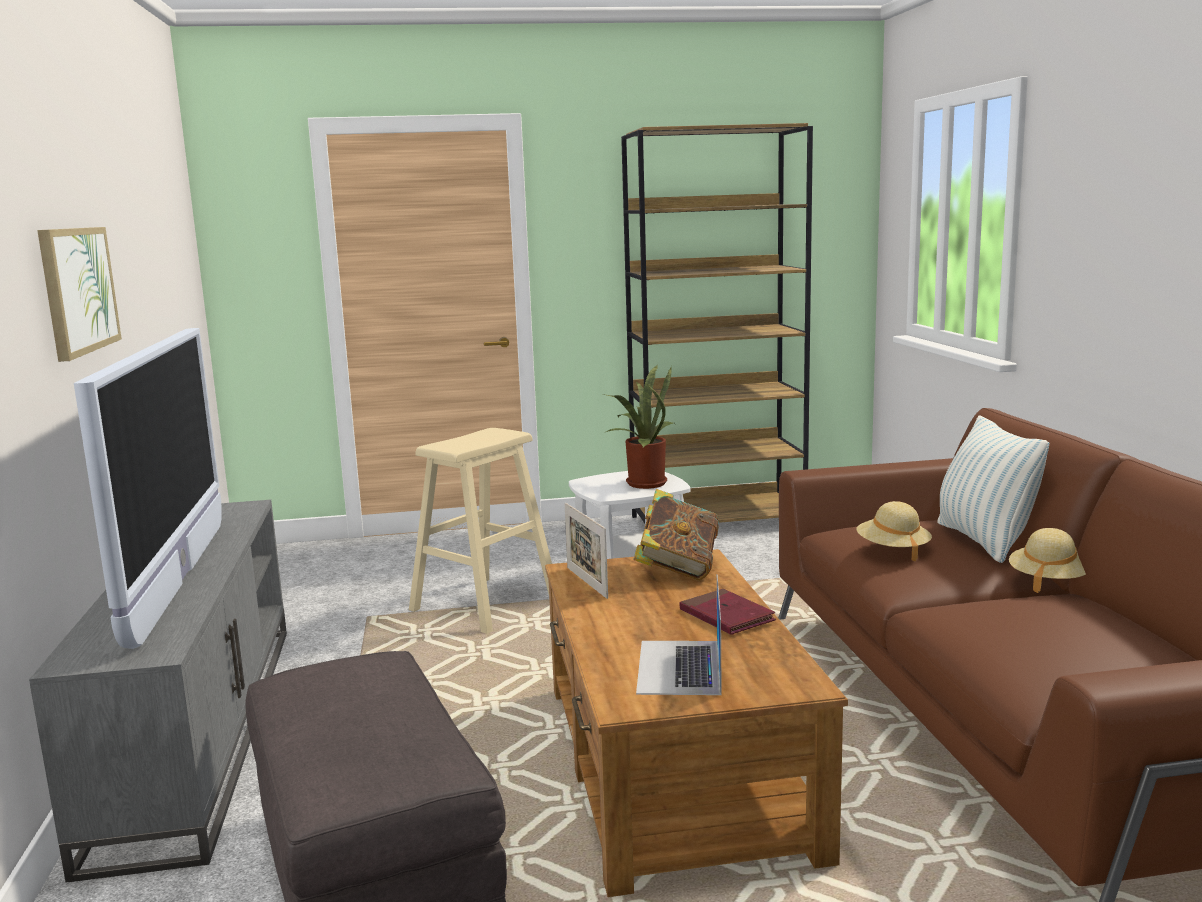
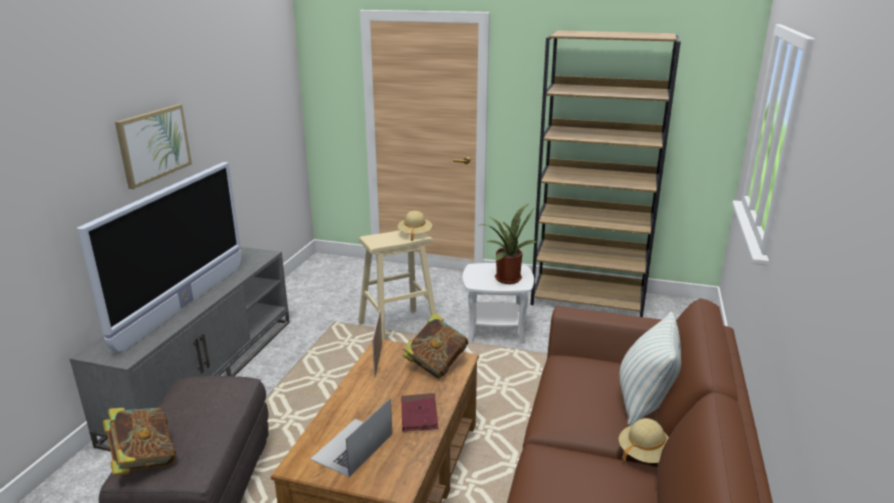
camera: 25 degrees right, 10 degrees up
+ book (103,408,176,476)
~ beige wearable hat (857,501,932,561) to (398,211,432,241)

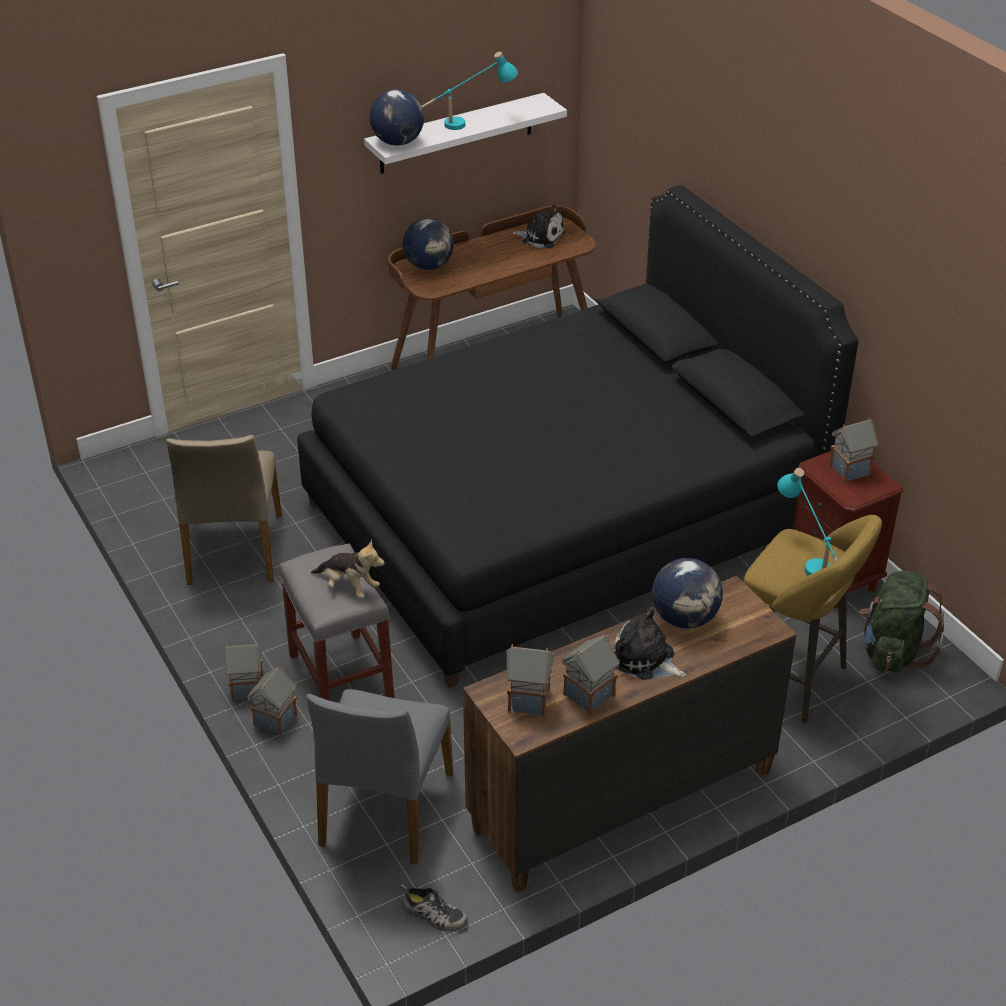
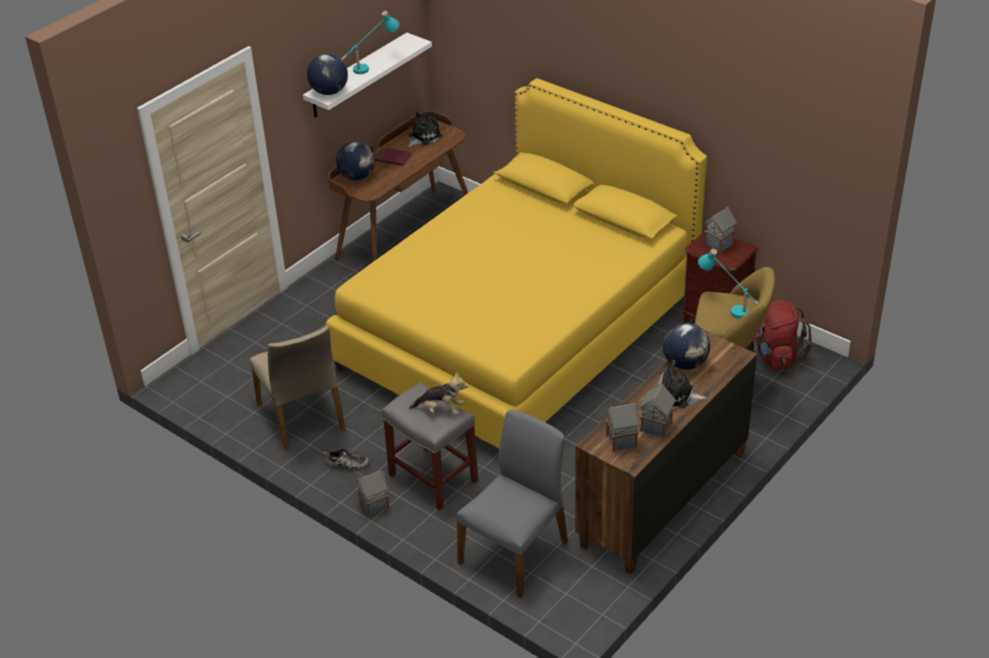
camera: 20 degrees left, 0 degrees up
~ low shoe (400,884,468,932) to (323,449,369,471)
~ blackish sleeping bed (297,185,858,688) to yellow sleeping bed (326,78,707,448)
+ red book (375,148,411,166)
~ soft toy (512,204,565,248) = (408,112,442,147) 45 degrees counterclockwise
~ greyish upright chair (306,689,453,865) = (457,410,568,598) 135 degrees counterclockwise
~ green knapsack (859,571,944,673) to red knapsack (755,300,813,370)
- toy house (247,667,298,736)

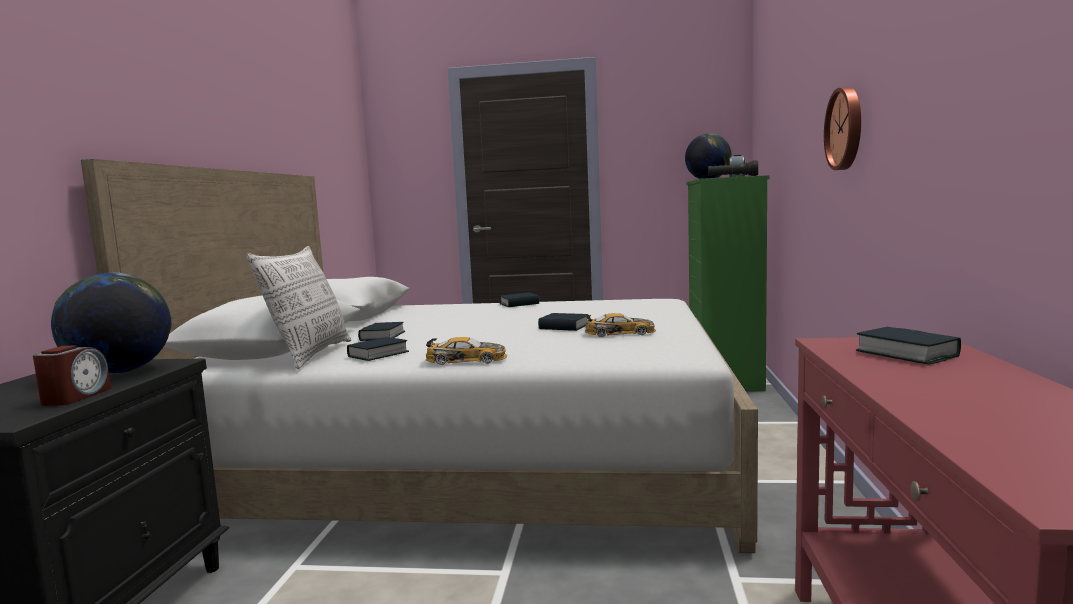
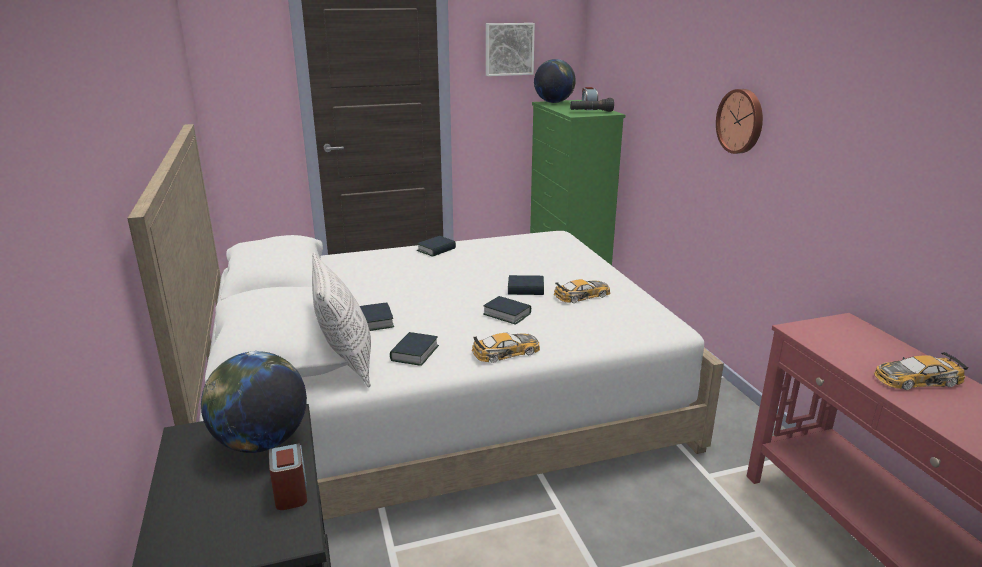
camera: 25 degrees left, 15 degrees up
~ book (856,327,961,365) to (483,296,531,325)
+ wall picture (486,23,535,76)
+ miniature car (874,352,969,390)

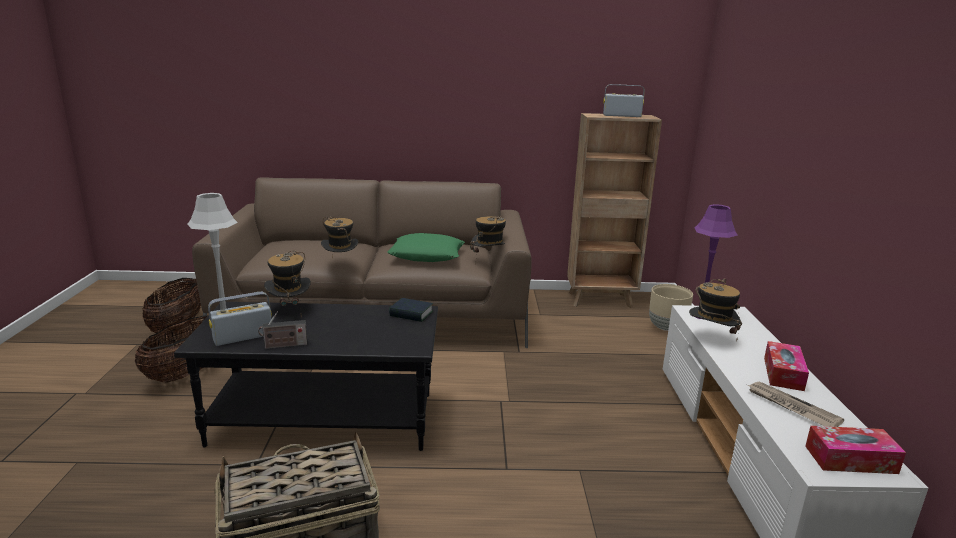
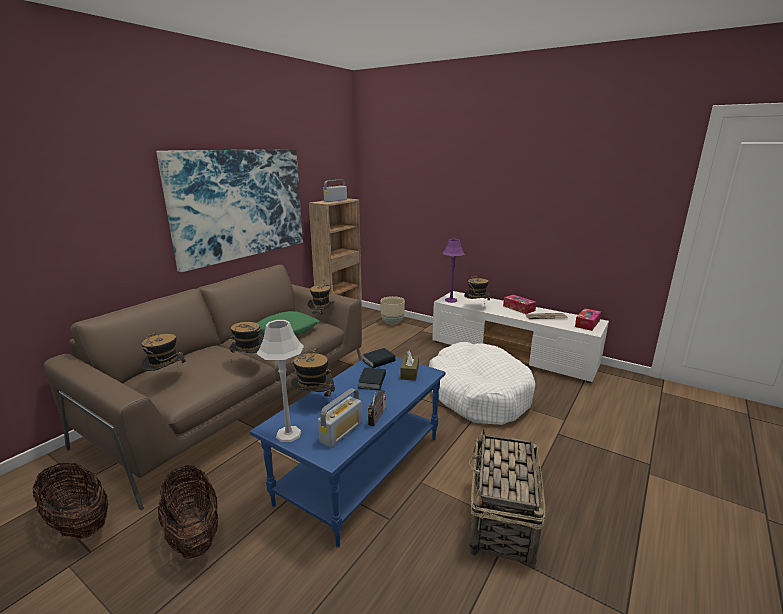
camera: 55 degrees left, 0 degrees up
+ wearable hat (142,332,186,371)
+ wall picture (156,149,303,272)
~ blackish coffee table (174,302,438,451) to blue-coloured coffee table (250,357,446,547)
~ radio set (208,292,272,346) = (318,388,362,447) 150 degrees counterclockwise
+ book (358,368,386,391)
+ brown-coloured box of tissues (400,350,419,381)
+ white-coloured dog cushion (429,342,535,425)

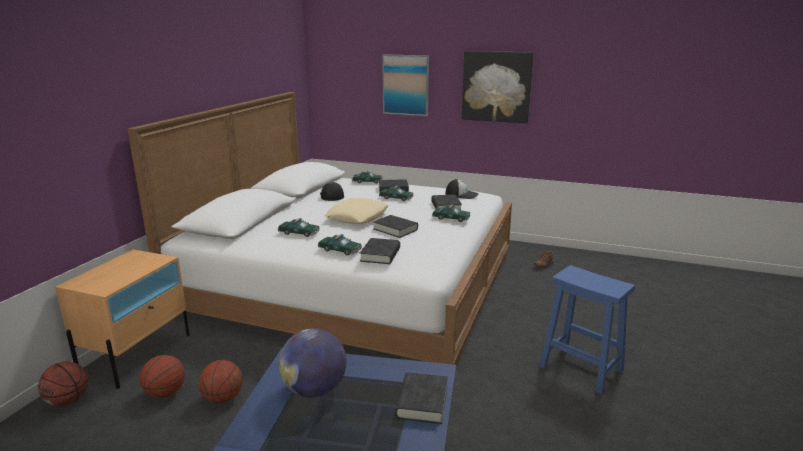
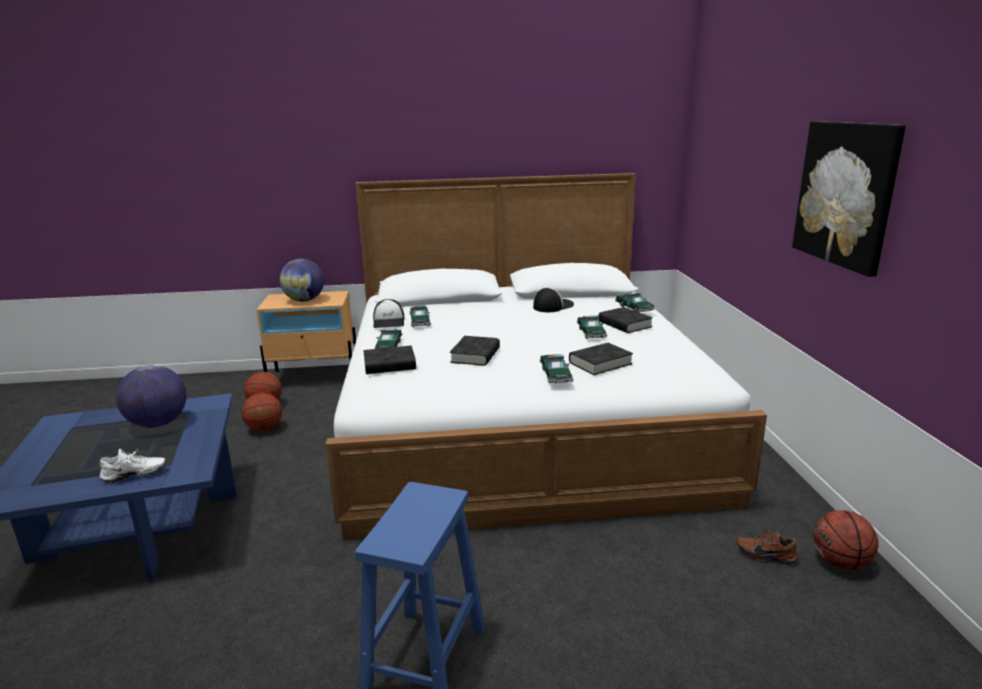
camera: 65 degrees right, 0 degrees up
~ blackish book (395,372,448,424) to white-coloured low shoe (100,449,165,483)
+ world globe (280,259,324,301)
~ cap (445,179,479,199) to (373,299,405,328)
~ basketball (38,361,89,406) to (813,510,879,570)
- beige pillow (325,198,389,224)
- wall picture (382,54,429,116)

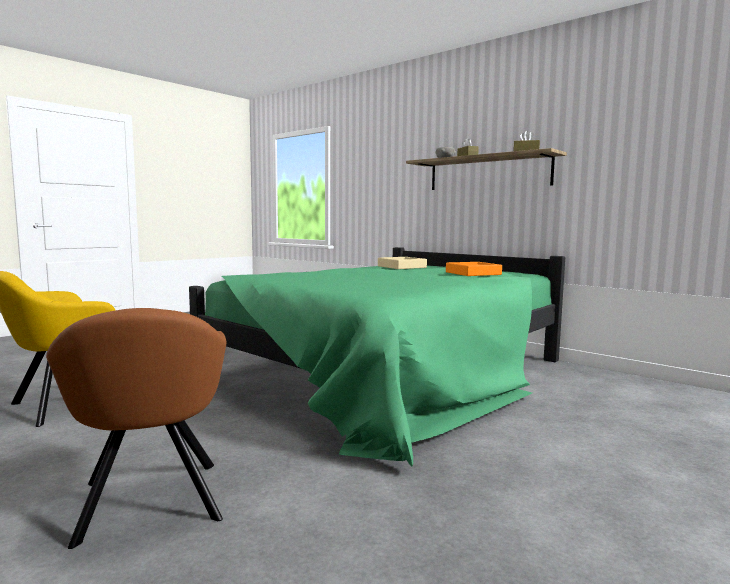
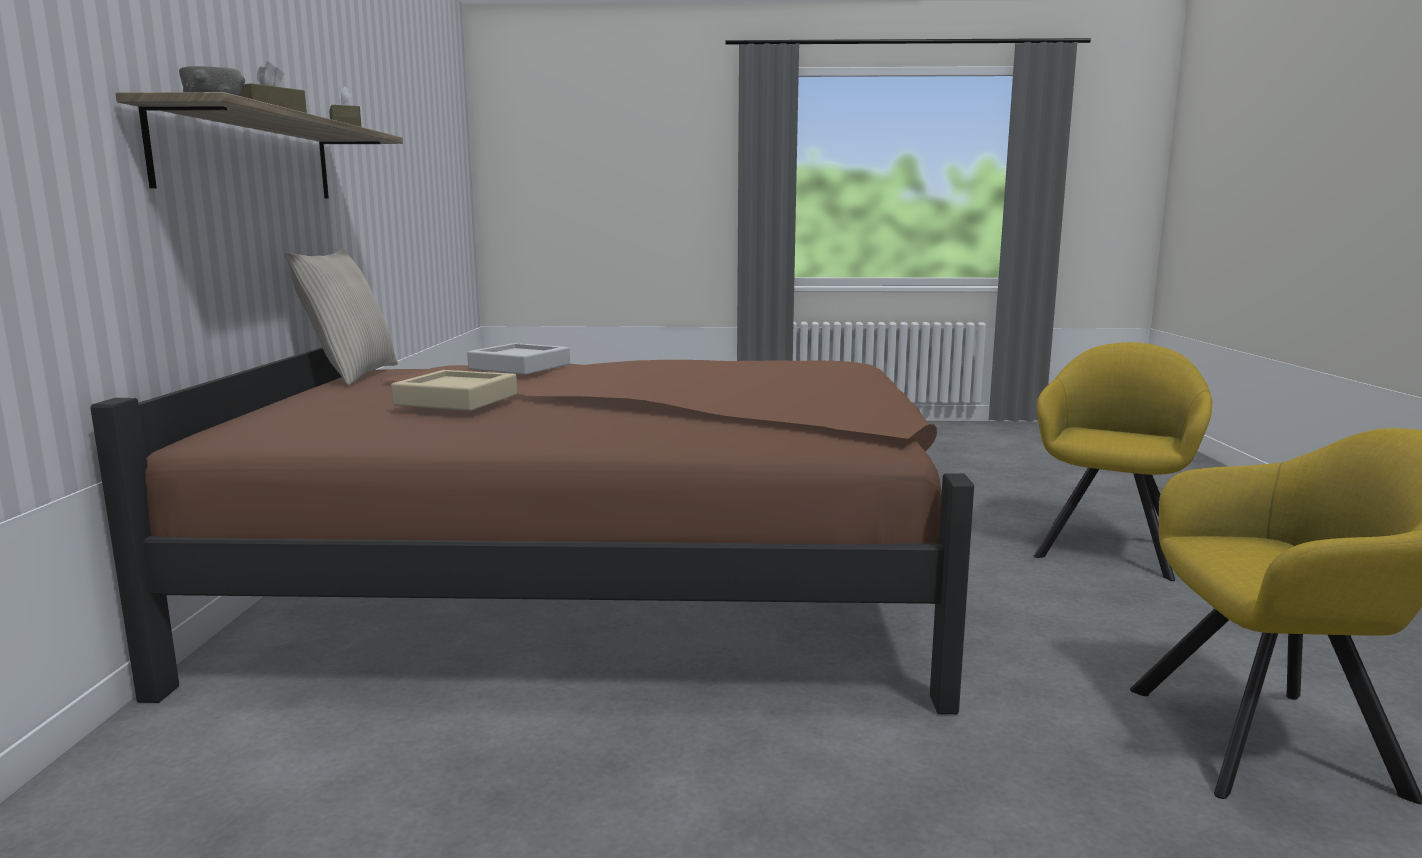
camera: 130 degrees left, 5 degrees up
~ green sleeping bed (189,247,565,466) to brown-coloured sleeping bed (90,347,974,714)
+ beige pillow (285,248,398,385)
~ orange tray (446,262,502,276) to greyish tray (467,343,570,375)
~ brown-coloured easy chair (46,308,226,549) to yellow easy chair (1034,342,1212,581)

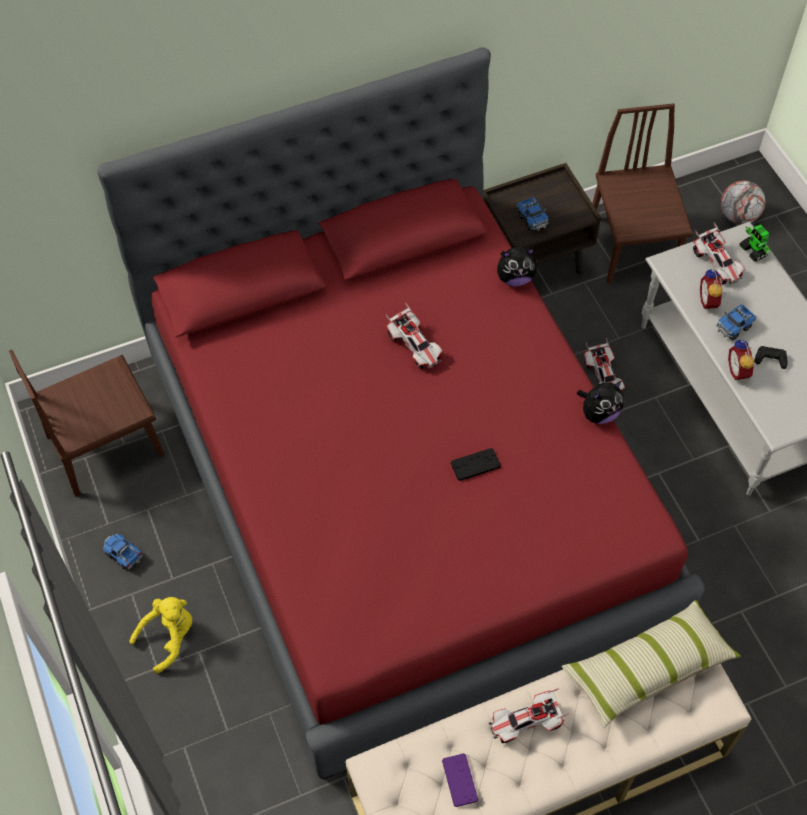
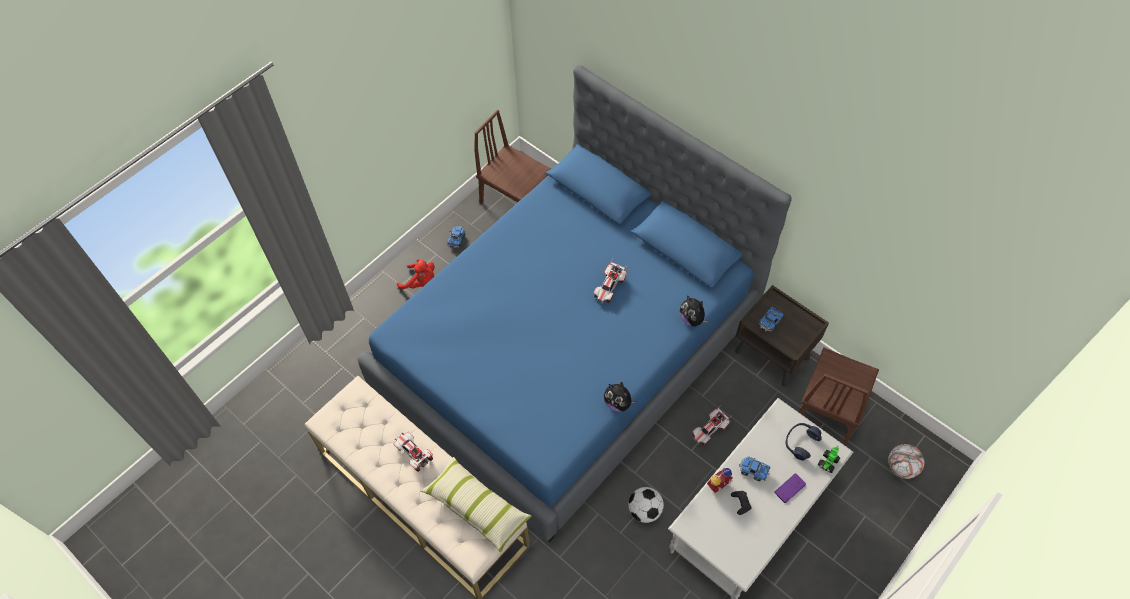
camera: 65 degrees right, 0 degrees up
~ red sleeping bed (97,47,704,779) to blue-coloured sleeping bed (357,65,792,542)
~ yellow soft toy (129,597,192,673) to red soft toy (397,259,435,289)
+ football (628,487,664,523)
~ purplish joypad (442,753,478,807) to (775,474,806,503)
~ miniature car (693,222,745,284) to blue-coloured headset (786,423,822,460)
~ brown-coloured upright chair (592,103,693,284) = (799,347,879,446) 150 degrees clockwise
- blackish joypad (451,448,501,481)
- table clock (700,269,726,311)

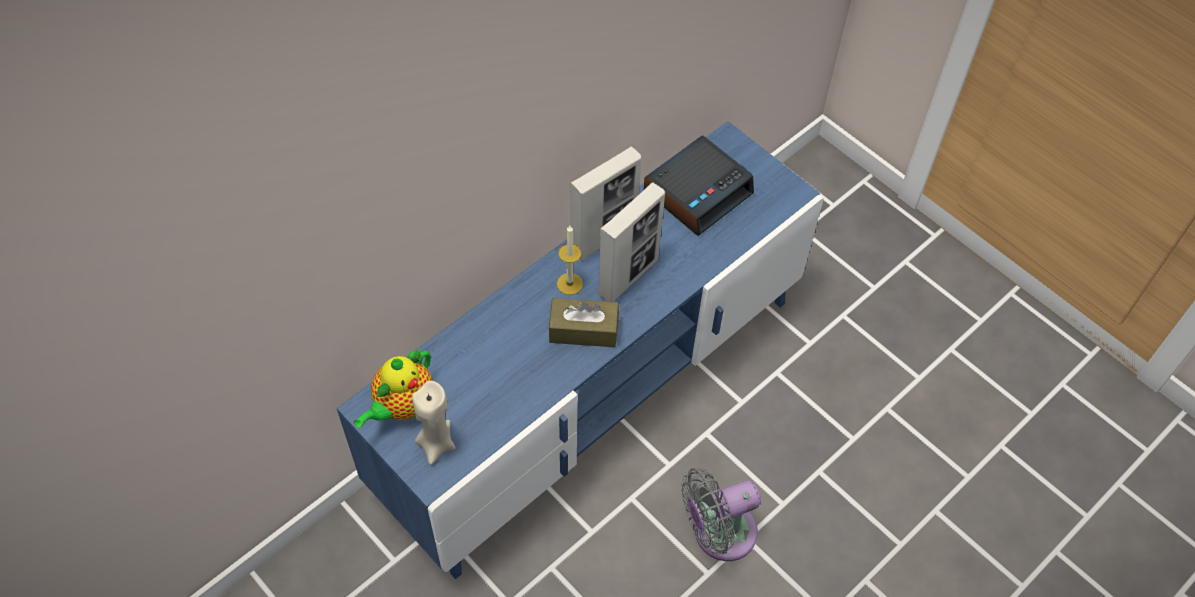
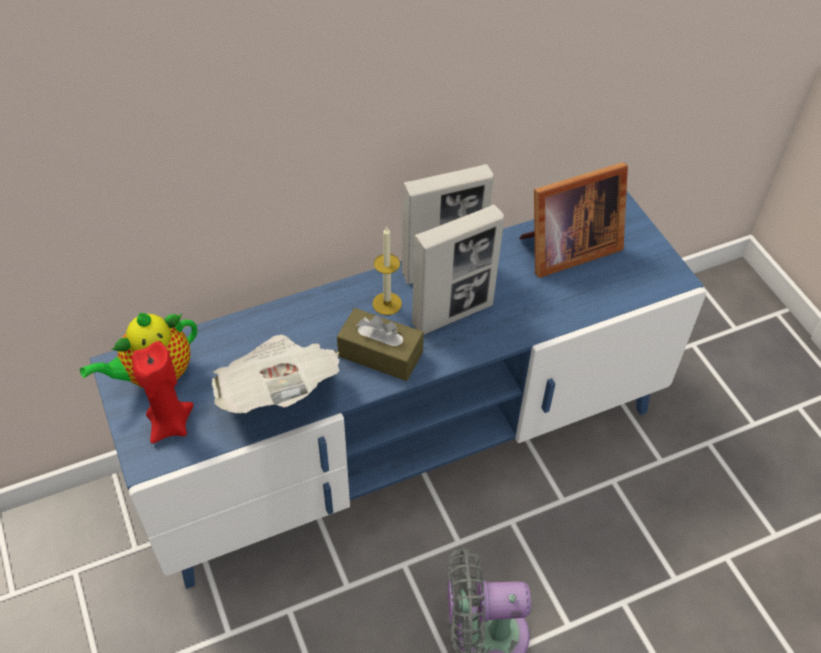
camera: 20 degrees right, 5 degrees down
~ beige wax light (412,381,456,465) to red wax light (132,342,194,444)
+ daily paper (212,335,340,413)
~ table clock (644,135,754,236) to photo frame (519,162,628,278)

